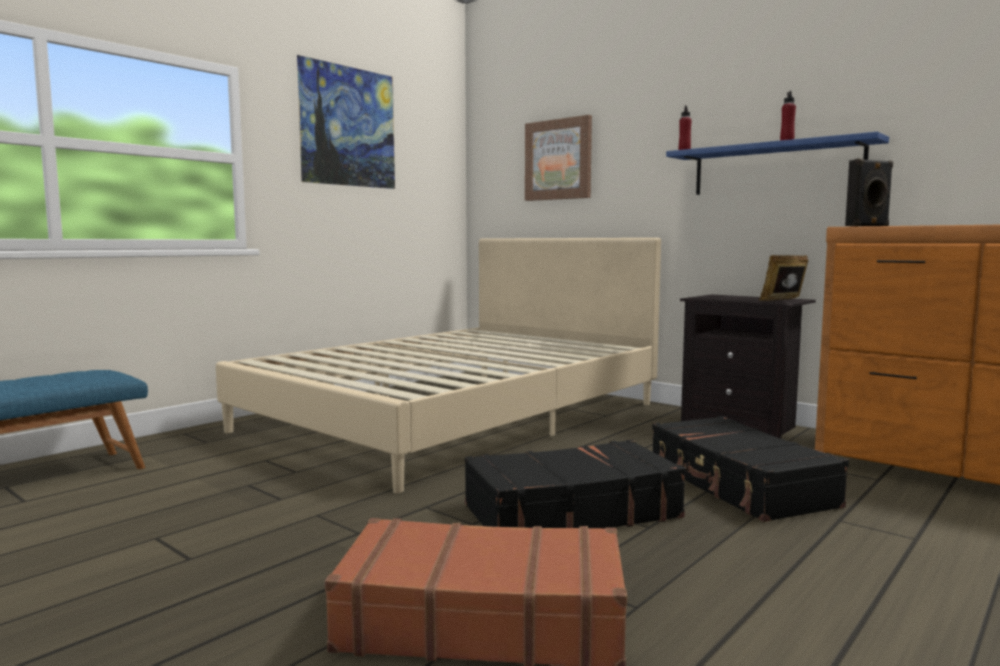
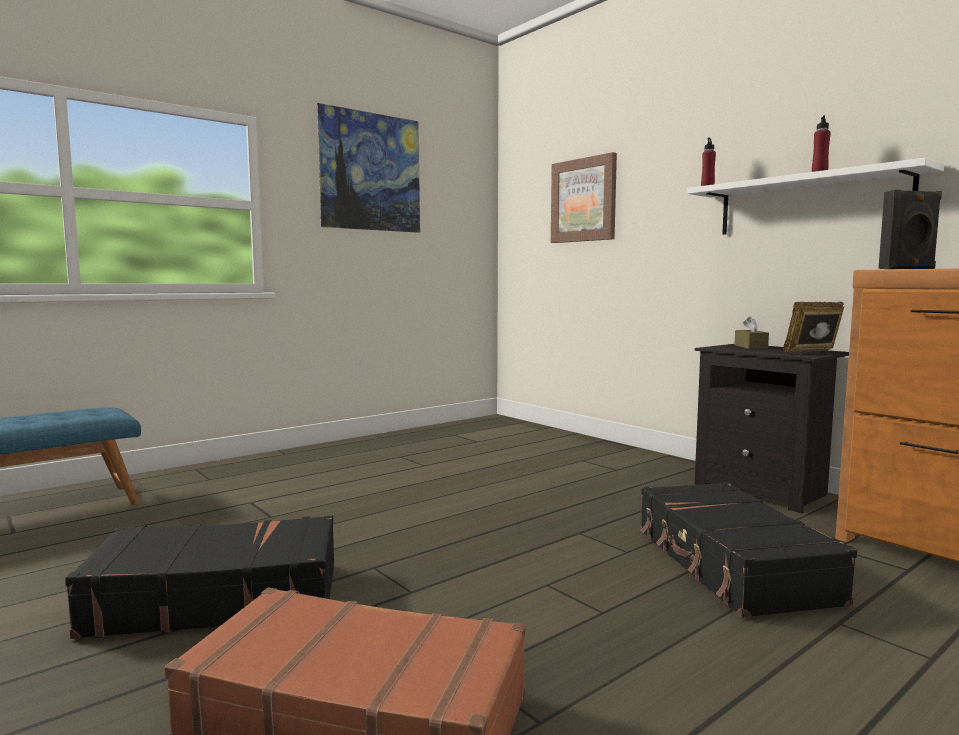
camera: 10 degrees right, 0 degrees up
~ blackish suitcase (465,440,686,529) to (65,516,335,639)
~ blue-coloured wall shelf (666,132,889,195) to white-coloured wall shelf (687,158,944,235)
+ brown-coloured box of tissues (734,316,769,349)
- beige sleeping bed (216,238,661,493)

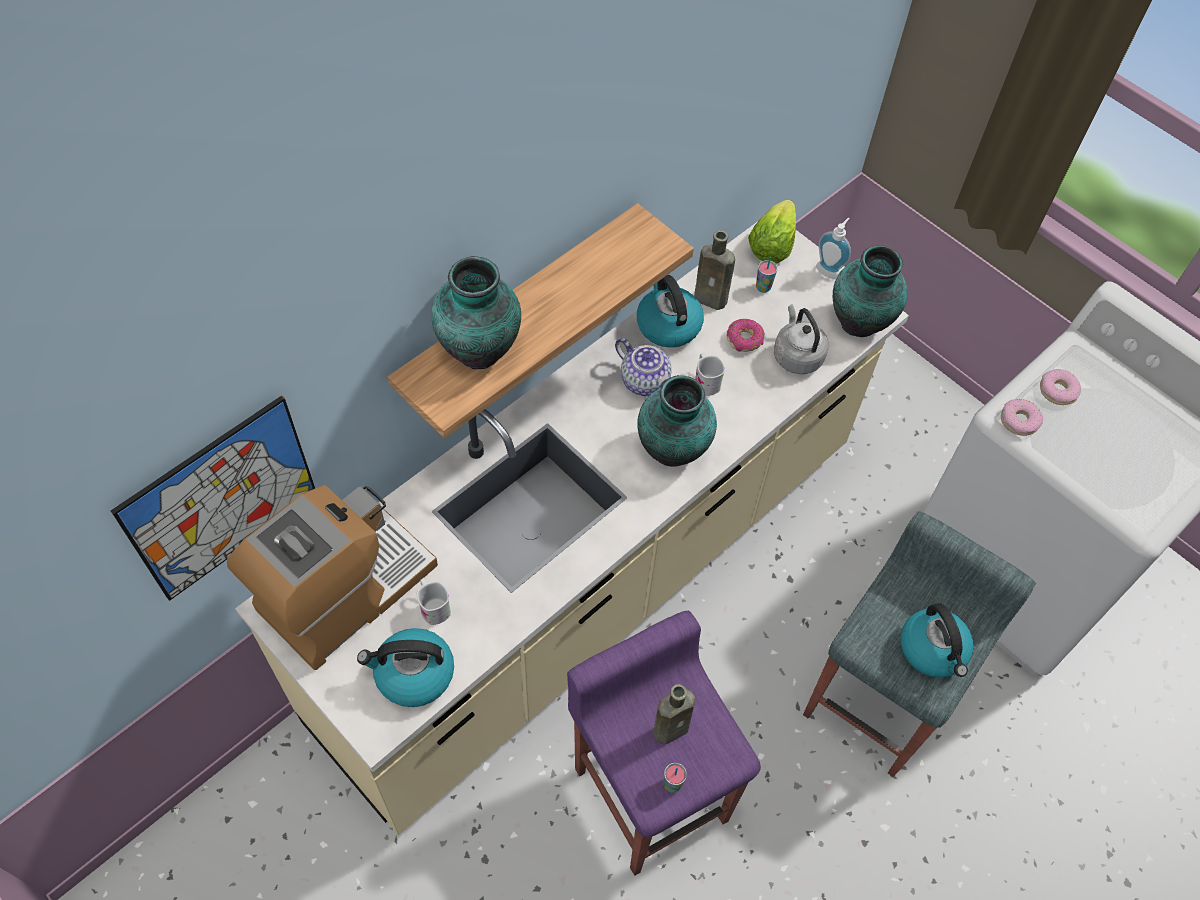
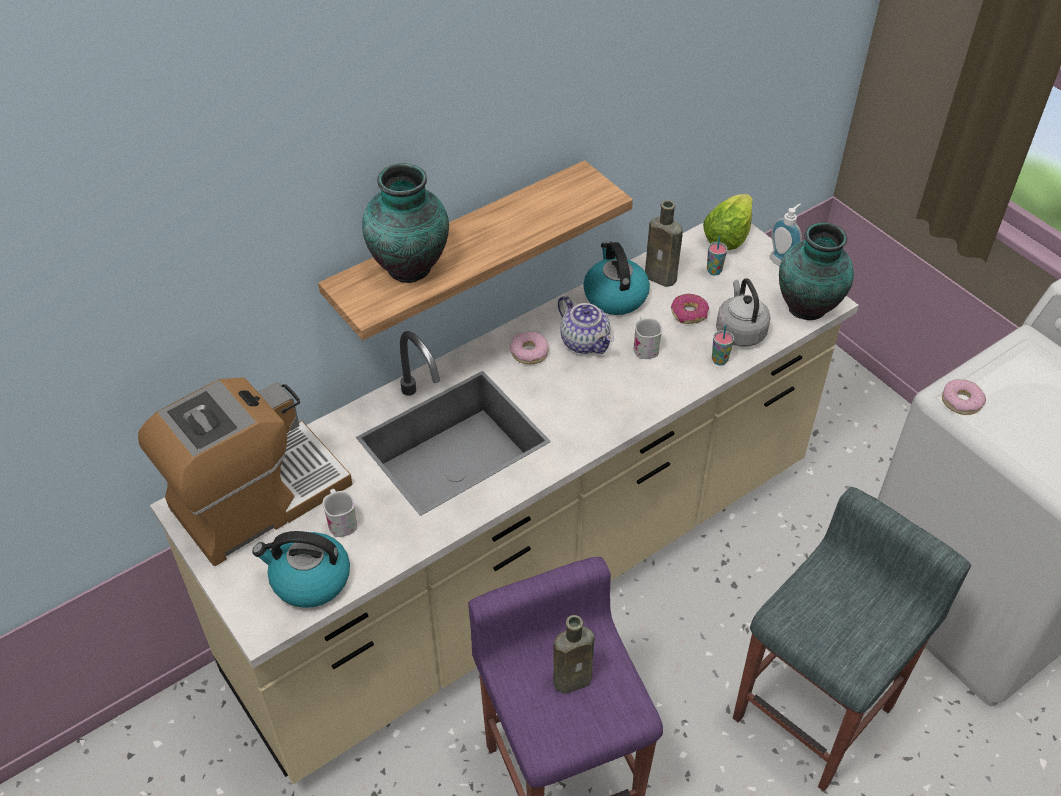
camera: 10 degrees right, 10 degrees down
~ doughnut (1040,369,1081,405) to (510,331,548,364)
~ drinking cup (664,763,687,793) to (712,325,734,365)
- wall picture (111,396,315,601)
- decorative vase (637,375,717,467)
- kettle (901,603,974,678)

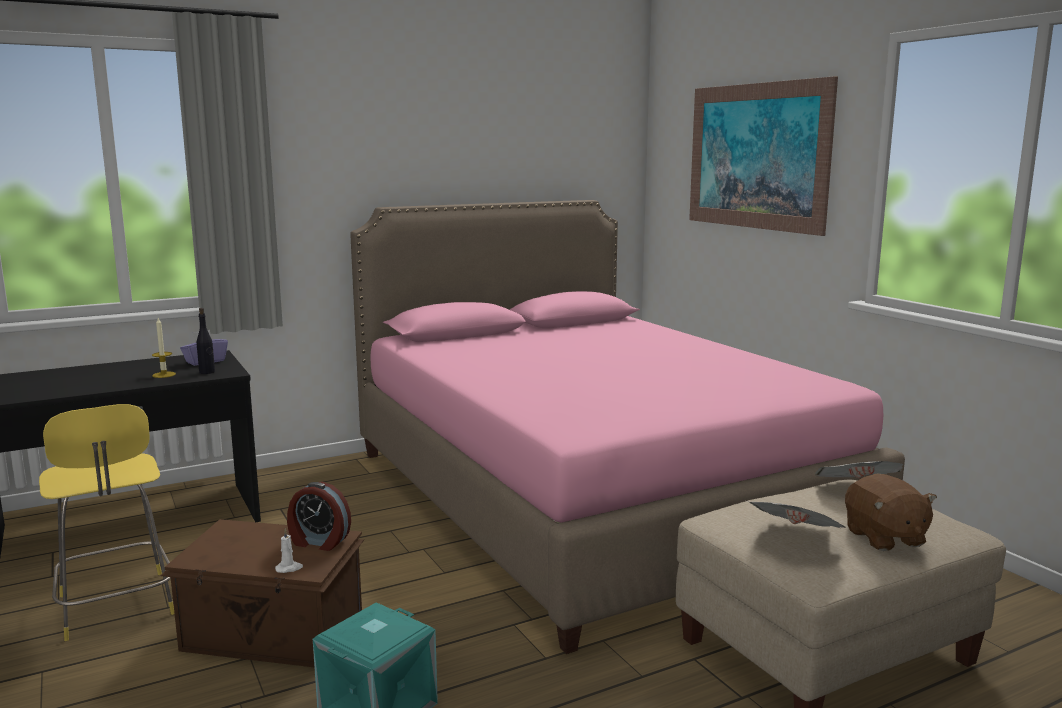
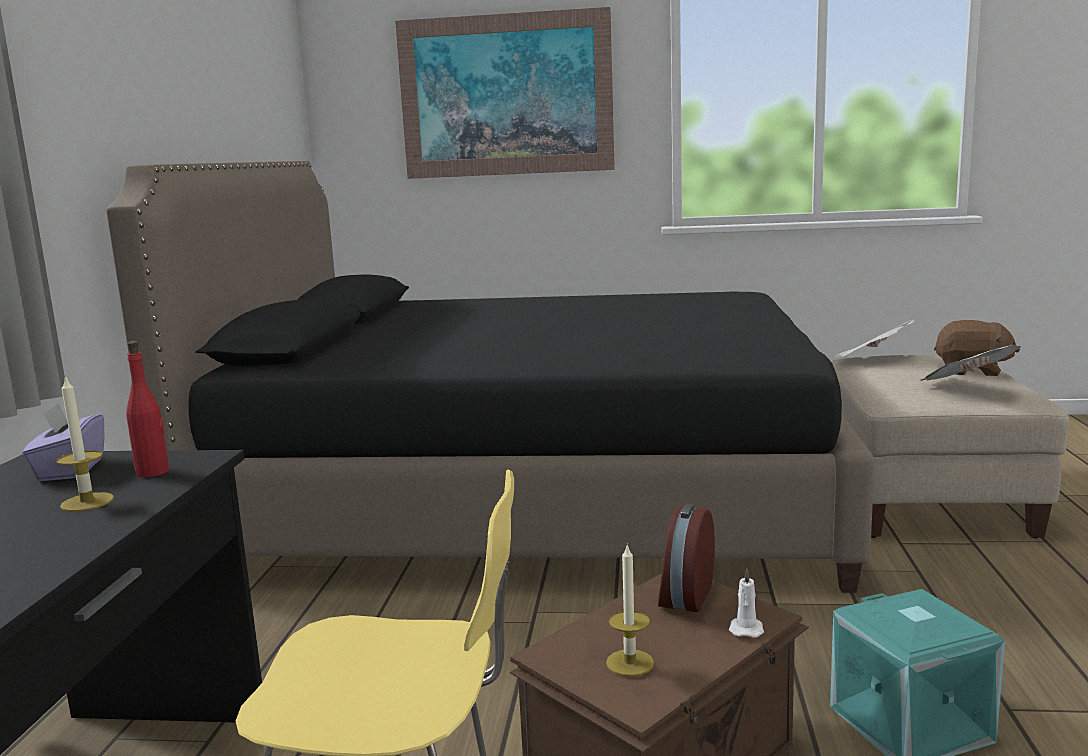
camera: 55 degrees left, 0 degrees up
~ pink sleeping bed (350,200,905,654) to blackish sleeping bed (106,161,874,593)
~ blackish beverage bottle (197,308,215,374) to red beverage bottle (126,341,169,477)
+ wax light (606,543,654,676)
~ table clock (287,482,351,551) = (658,504,715,612) 150 degrees clockwise

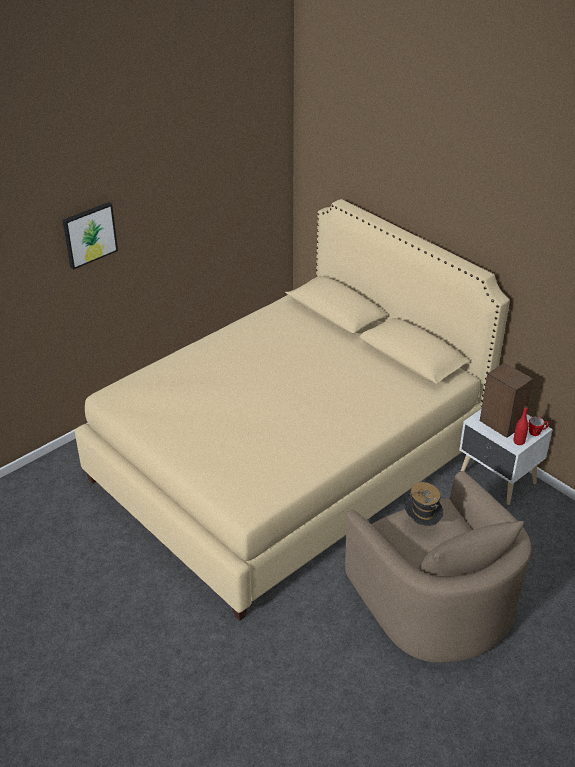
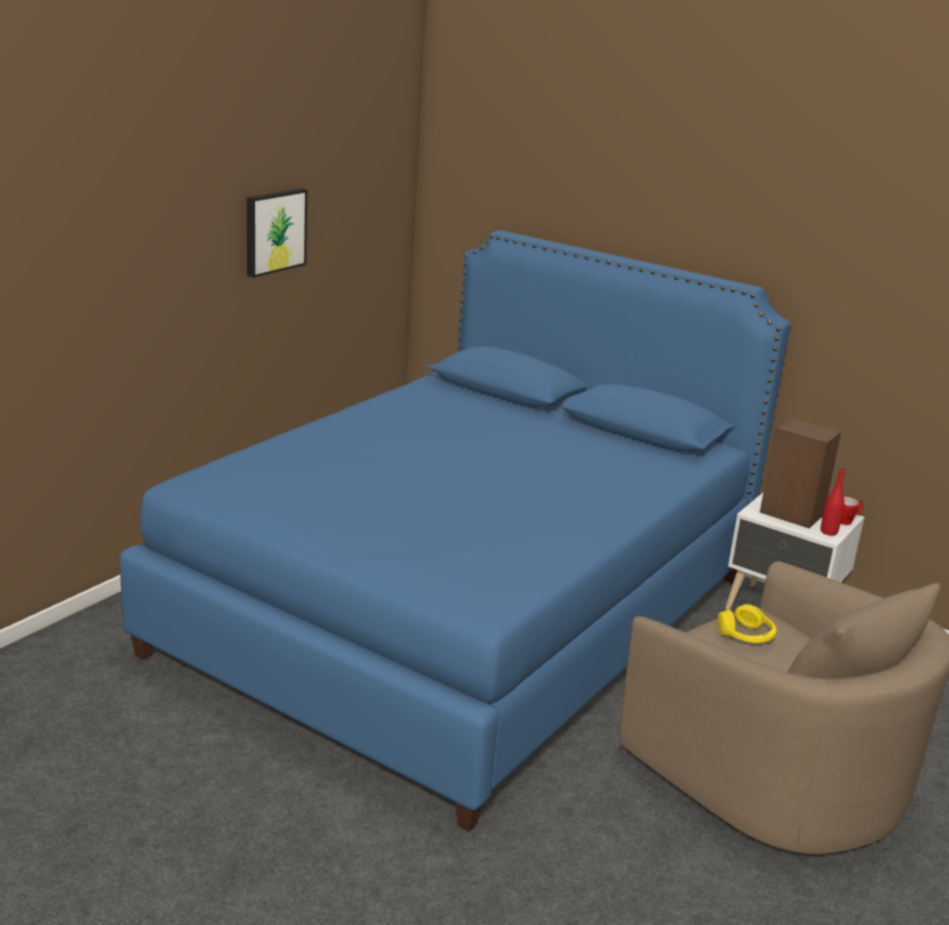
camera: 15 degrees left, 15 degrees down
~ beige sleeping bed (75,199,510,621) to blue-coloured sleeping bed (119,230,791,832)
~ wall picture (62,202,118,270) to (247,188,307,278)
~ wearable hat (404,482,443,526) to yellow headset (718,604,777,643)

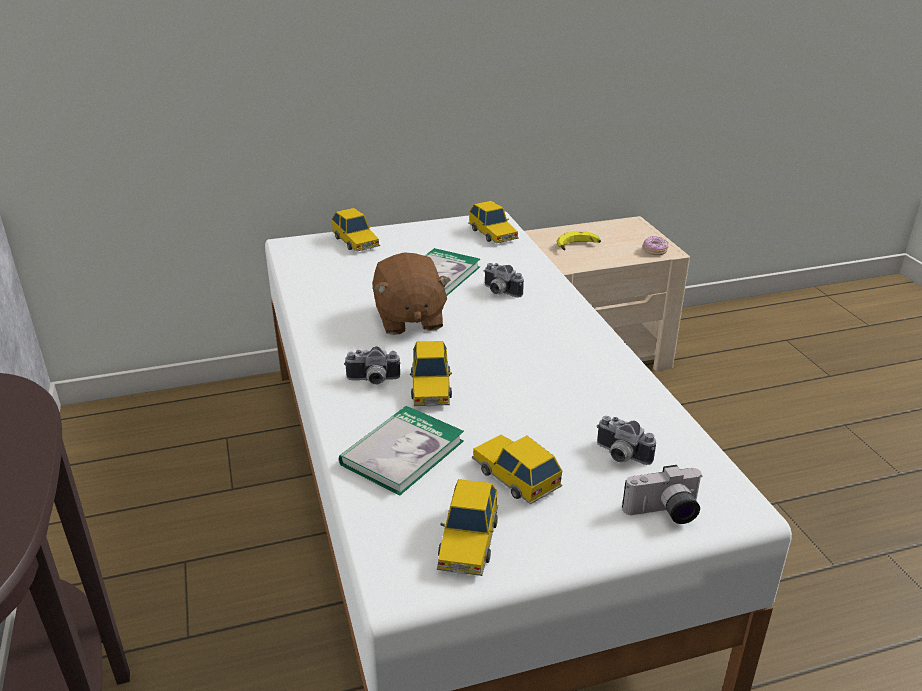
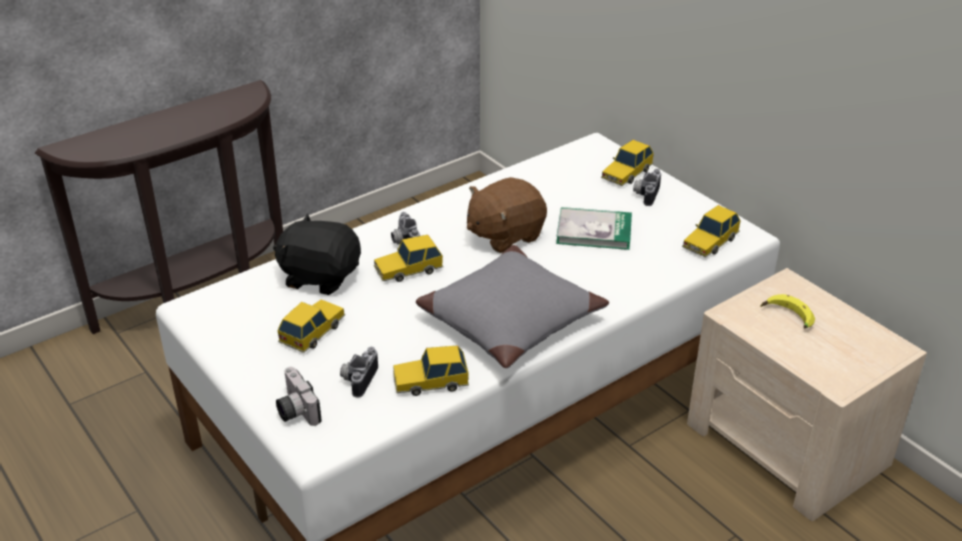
camera: 70 degrees right, 5 degrees up
~ book (339,406,464,496) to blackish soft toy (273,214,361,295)
~ miniature car (437,479,498,576) to (393,346,469,396)
+ greyish pillow (416,245,609,368)
~ photo camera (484,263,524,298) to (633,169,661,206)
- doughnut (643,236,669,255)

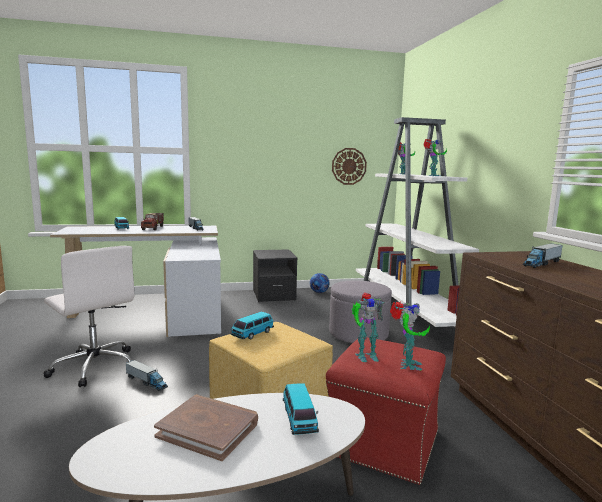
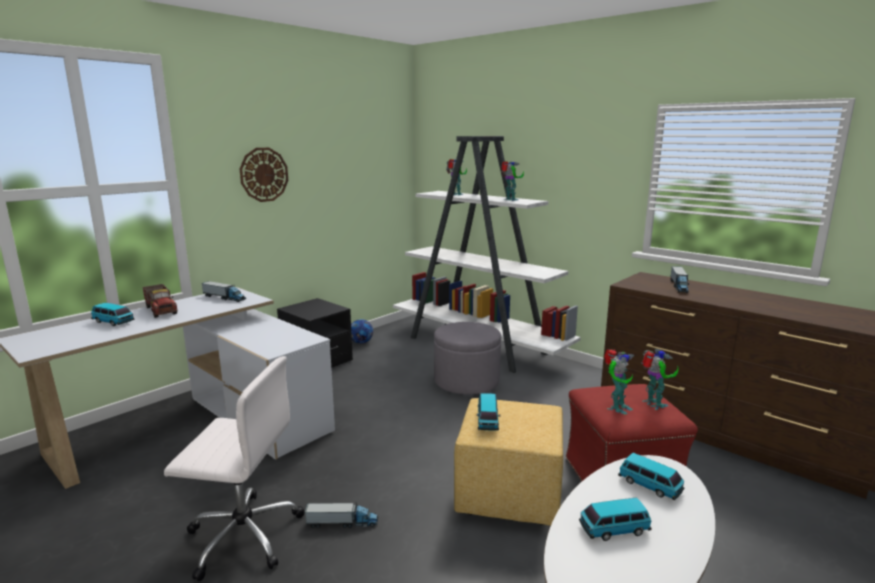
camera: 35 degrees left, 5 degrees up
~ clock on the wall (332,148,367,185) to (240,148,288,202)
~ brown-coloured book (154,394,258,461) to miniature car (579,498,651,541)

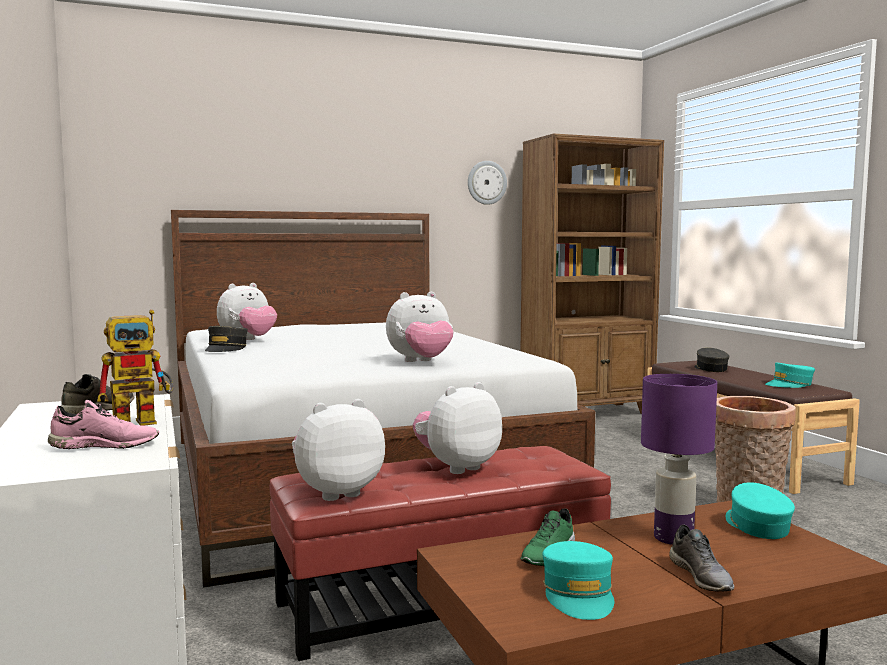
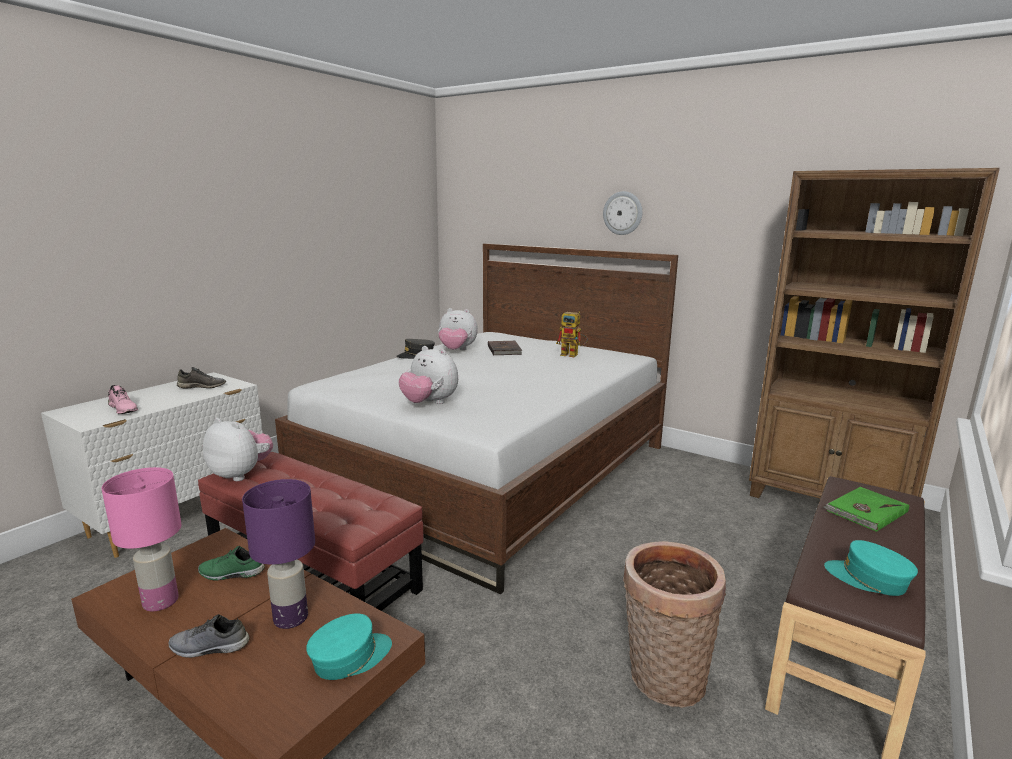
camera: 55 degrees right, 10 degrees up
~ turquoise cap (542,541,614,620) to pink table lamp (102,467,182,611)
~ greyish low shoe (669,524,734,591) = (169,614,250,658) 45 degrees clockwise
+ brown-coloured book (488,341,522,356)
~ robot figure (97,310,173,426) to (556,311,588,357)
~ clock on the wall (468,161,507,205) to (603,191,642,235)
~ greyish cap (694,347,729,372) to green book (824,487,909,532)
- soft toy (413,382,502,474)

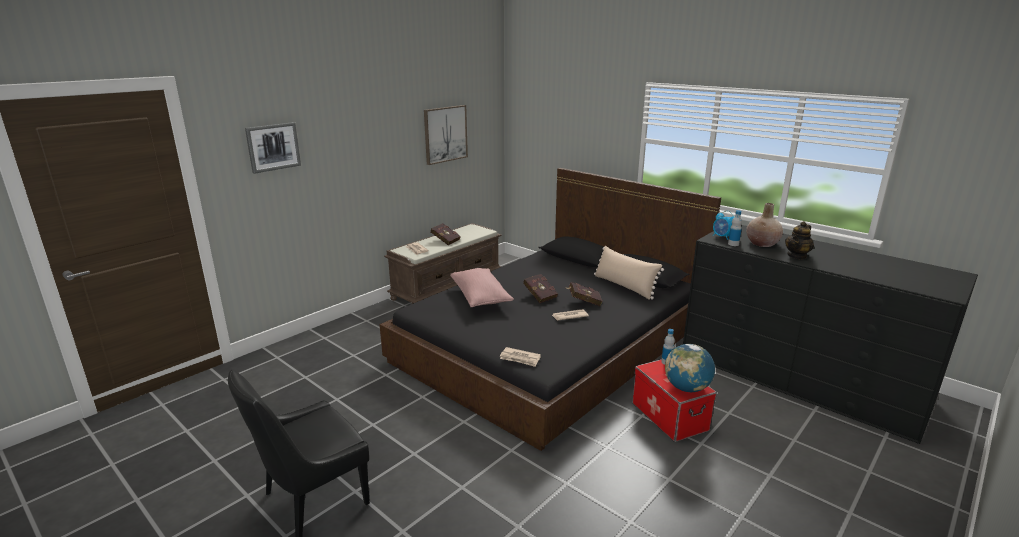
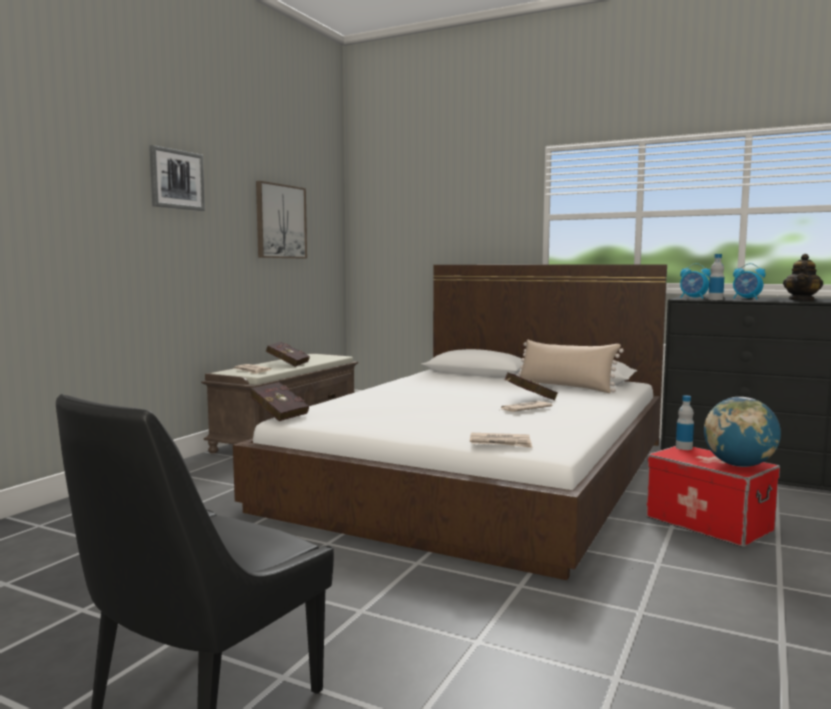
camera: 15 degrees left, 15 degrees down
~ wall picture (245,122,301,174) to (149,145,205,211)
~ blackish sleeping bed (379,168,721,451) to white-coloured sleeping bed (233,264,667,580)
~ red book (523,274,558,303) to (250,382,309,421)
~ beige decorative vase (746,203,783,247) to table clock (733,263,766,299)
- pink pillow (450,268,514,307)

